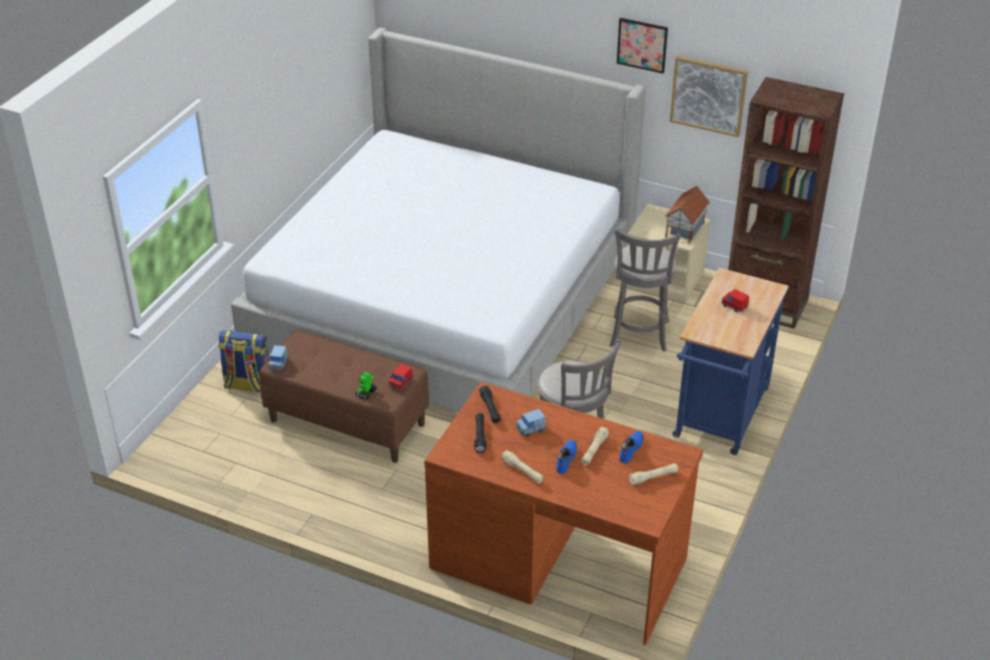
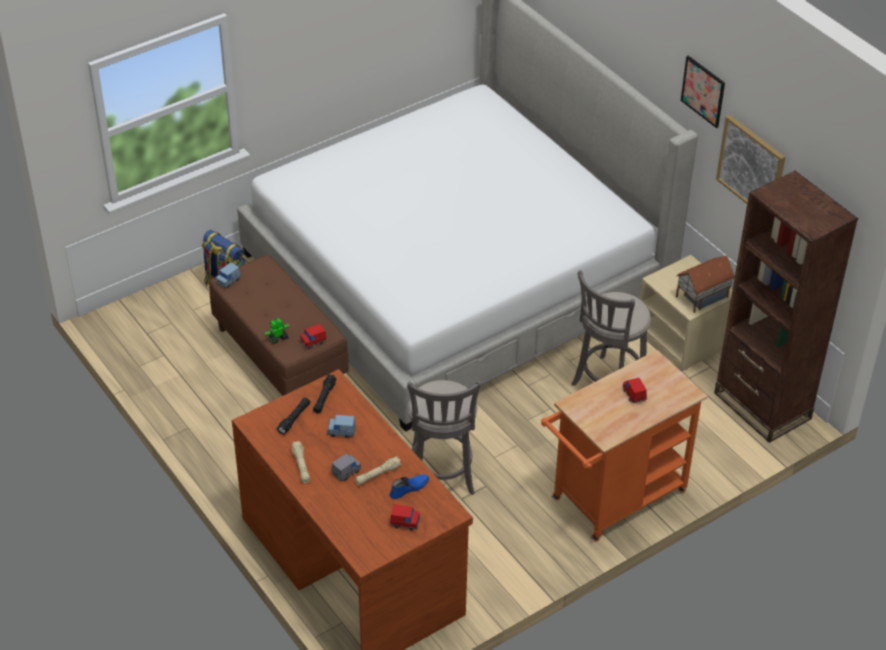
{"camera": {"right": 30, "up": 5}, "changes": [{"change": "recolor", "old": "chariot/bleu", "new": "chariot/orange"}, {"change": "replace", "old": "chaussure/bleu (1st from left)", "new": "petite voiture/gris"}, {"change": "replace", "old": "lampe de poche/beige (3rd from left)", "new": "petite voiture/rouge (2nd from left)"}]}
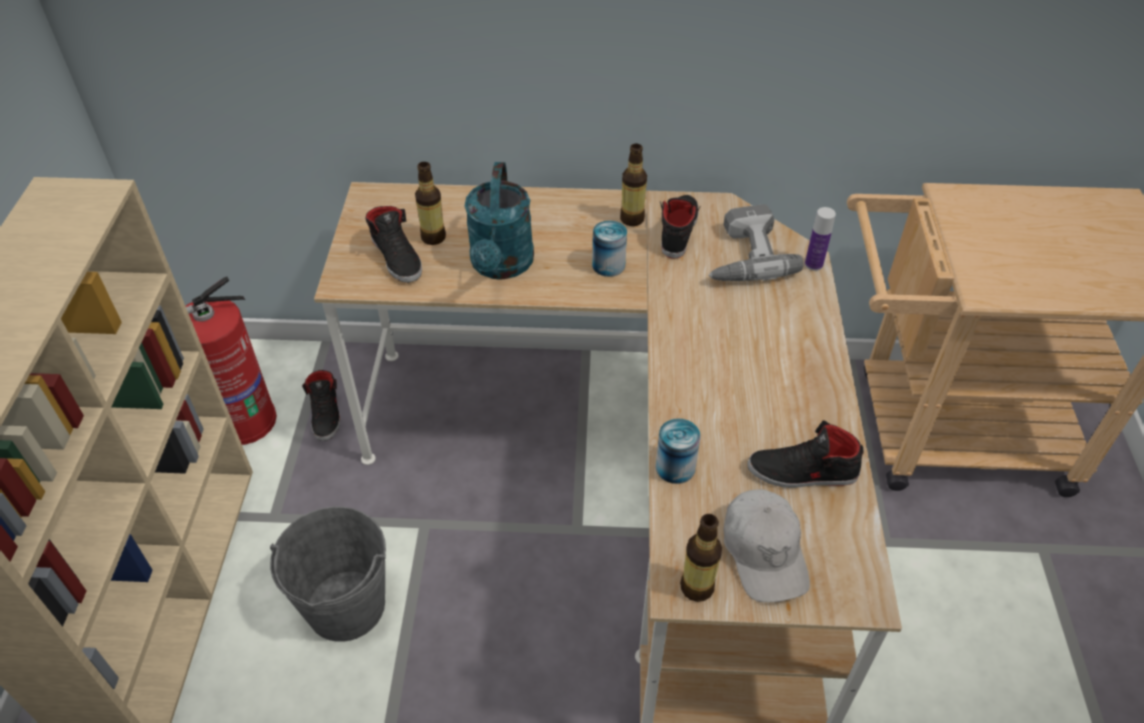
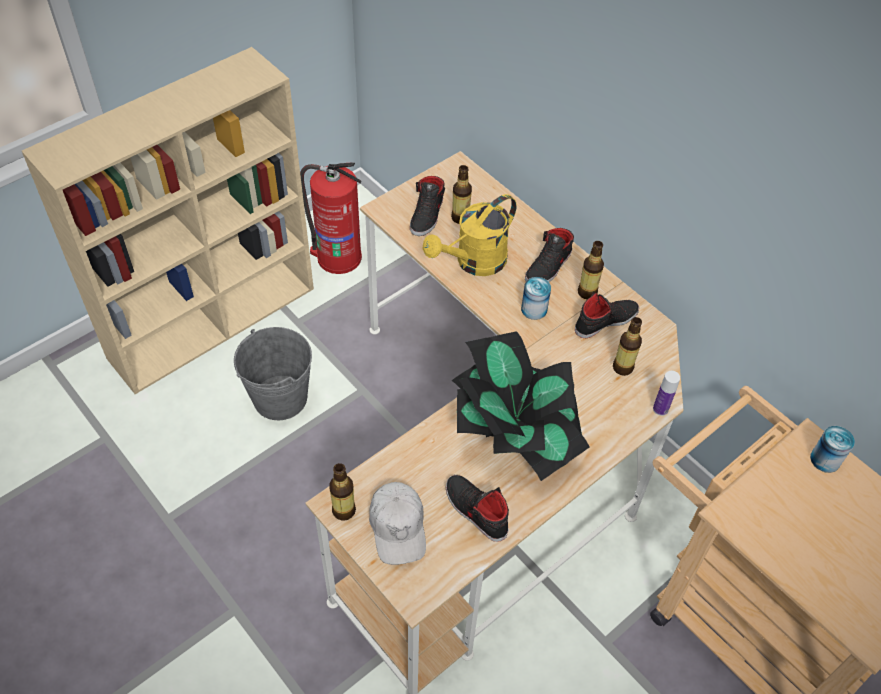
{"camera": {"right": 45, "up": 5}, "changes": [{"change": "recolor", "old": "arrosoir/turquoise", "new": "arrosoir/jaune"}, {"change": "replace", "old": "perceuse", "new": "bouteille (4th from left)"}, {"change": "move", "old": "chaussure/noir (1st from left in the first image)", "new": "chaussure/noir (3rd from left)"}, {"change": "move", "old": "boîte métallique (2nd from left)"}, {"change": "rotate", "old": "casquette/blanc", "degrees": -45}, {"change": "insert", "new": "plante en pot"}]}
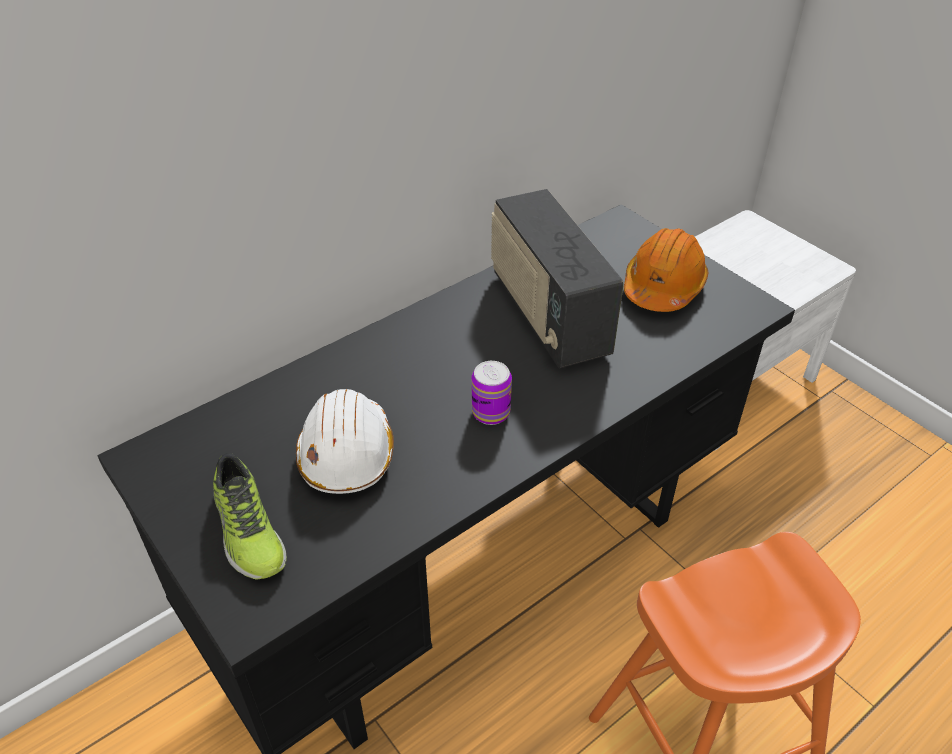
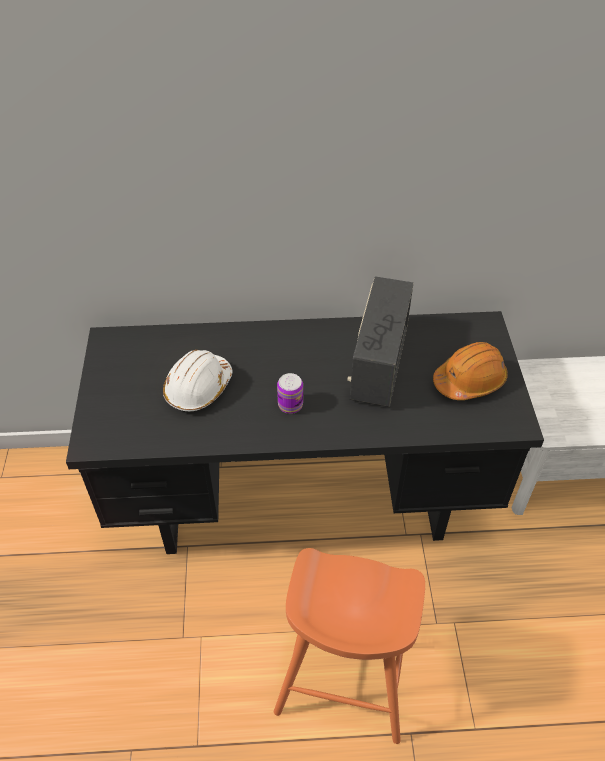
{"camera": {"right": 35, "up": 5}, "changes": [{"change": "delete", "old": "chaussure"}]}
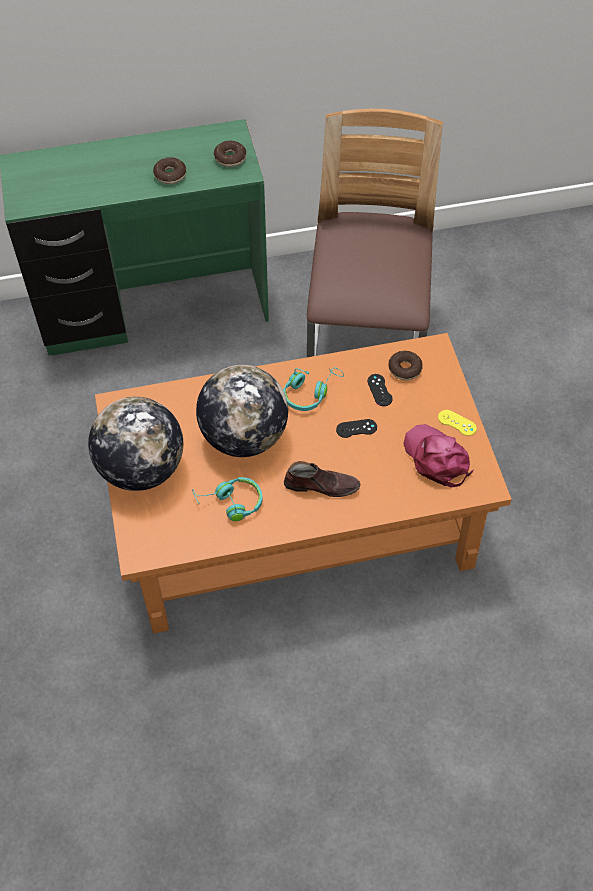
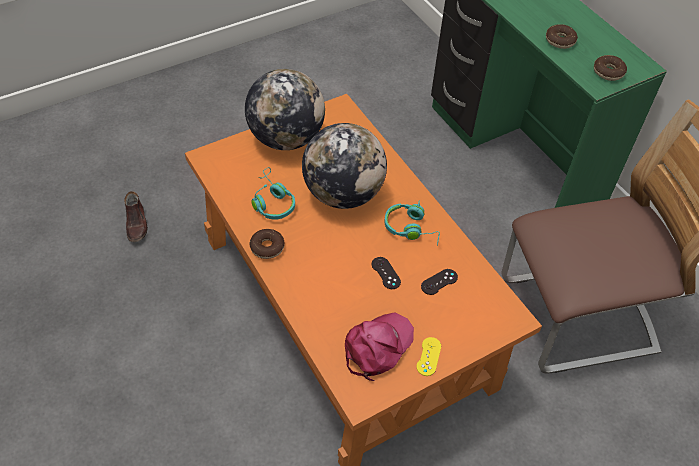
{"camera": {"right": 70, "up": -5}, "changes": [{"change": "move", "old": "beignet (3rd from left in the first image)", "new": "beignet (1st from left)"}, {"change": "move", "old": "chaussure/marron"}]}
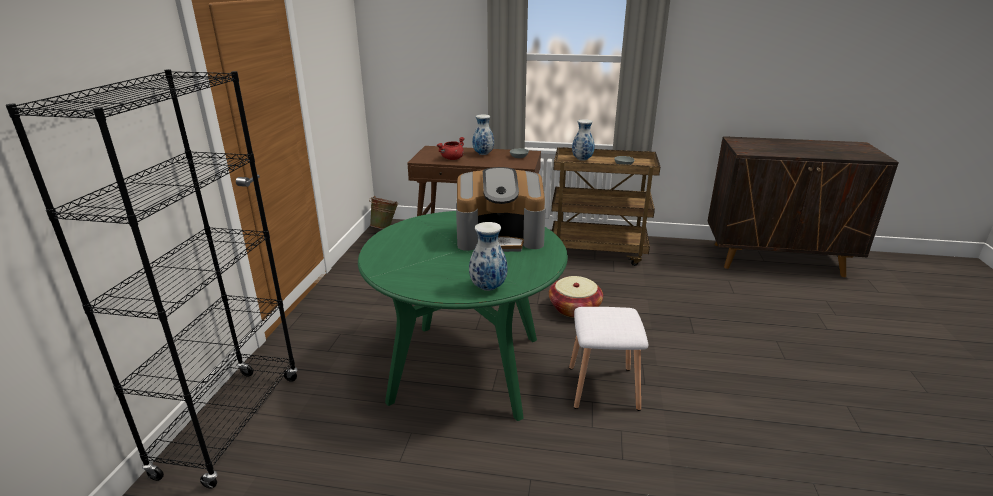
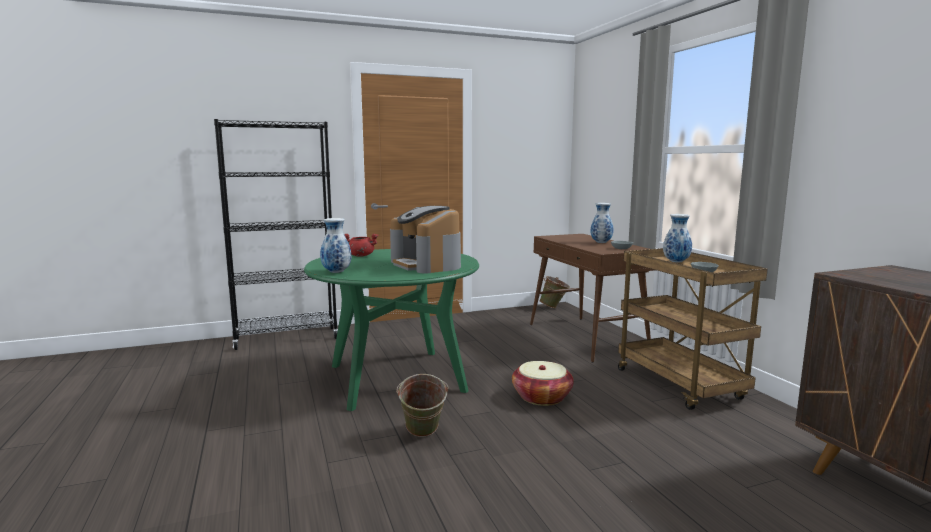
{"camera": {"right": 60, "up": -15}, "changes": [{"change": "move", "old": "marmite/rouge"}, {"change": "replace", "old": "tabouret/blanc", "new": "seau/vert (1st from left)"}]}
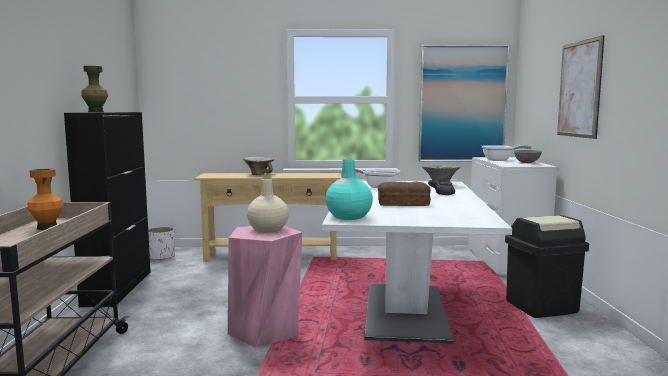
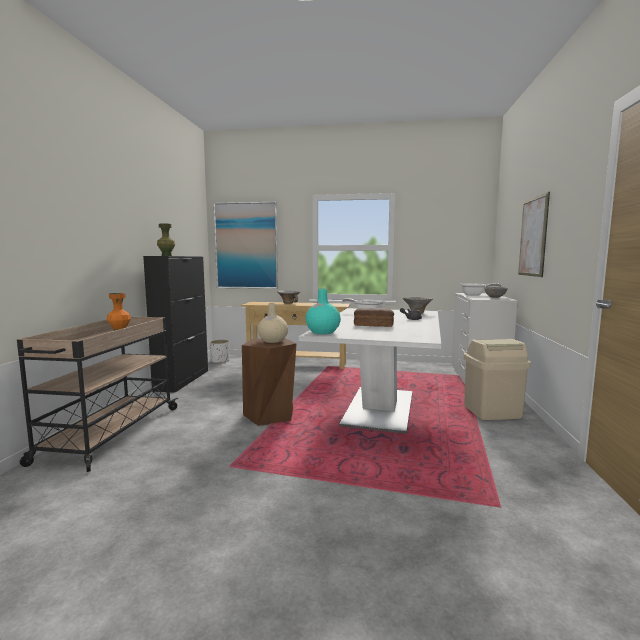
{"camera": {"right": 10, "up": 0}, "changes": [{"change": "move", "old": "tableau (1st from left)"}, {"change": "recolor", "old": "poubelle/noir", "new": "poubelle/beige"}, {"change": "recolor", "old": "tabouret/rose", "new": "tabouret/marron"}]}
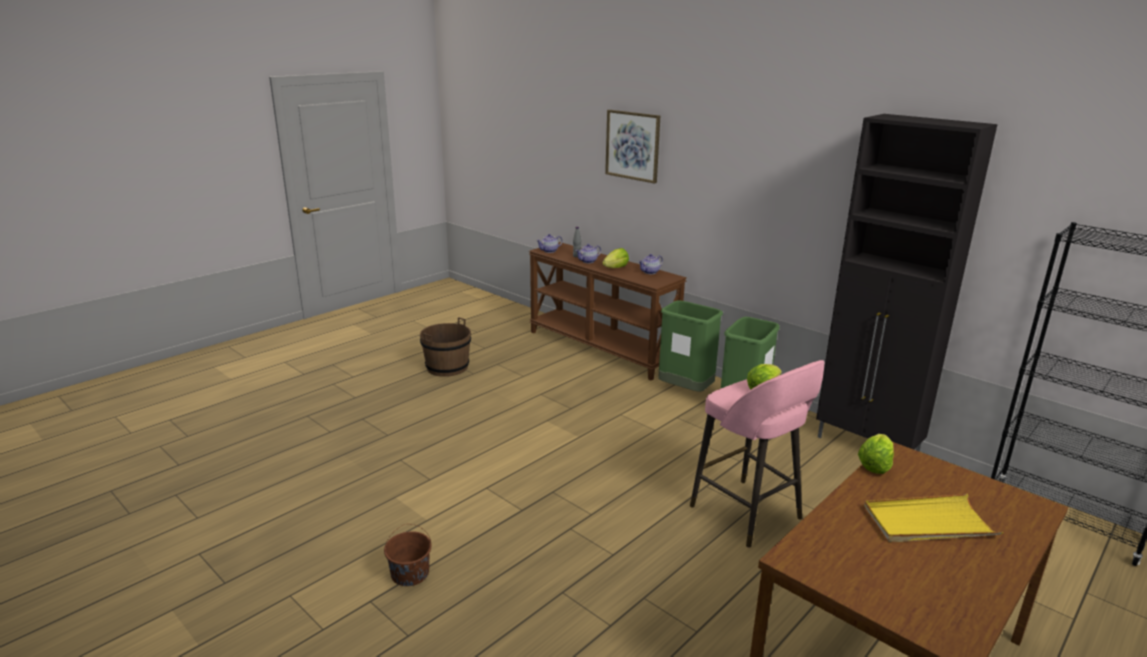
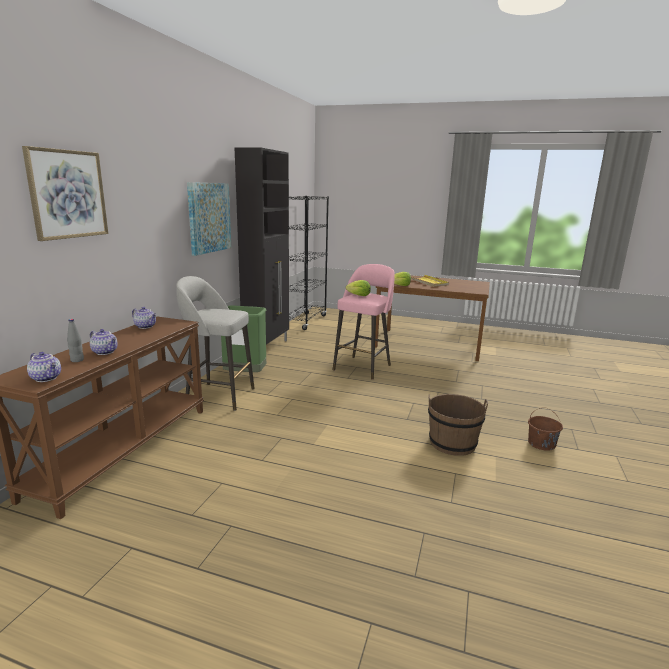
{"camera": {"right": -115, "up": -5}, "changes": [{"change": "delete", "old": "laitue (1st from left)"}, {"change": "replace", "old": "poubelle/vert (1st from left)", "new": "tabouret/gris"}, {"change": "move", "old": "seau/marron (2nd from left in the first image)", "new": "seau/marron (1st from left)"}, {"change": "insert", "new": "tableau (2nd from left)"}]}
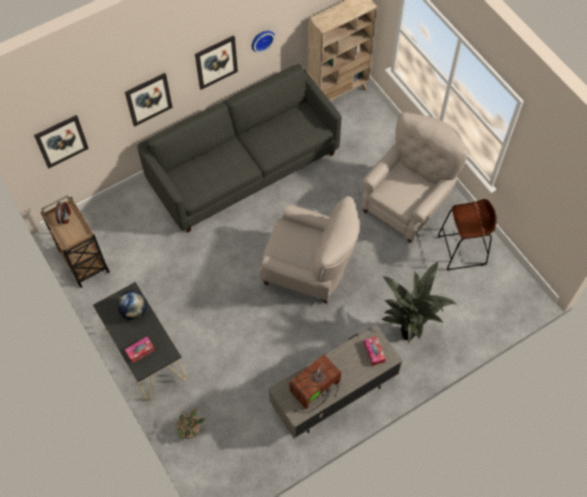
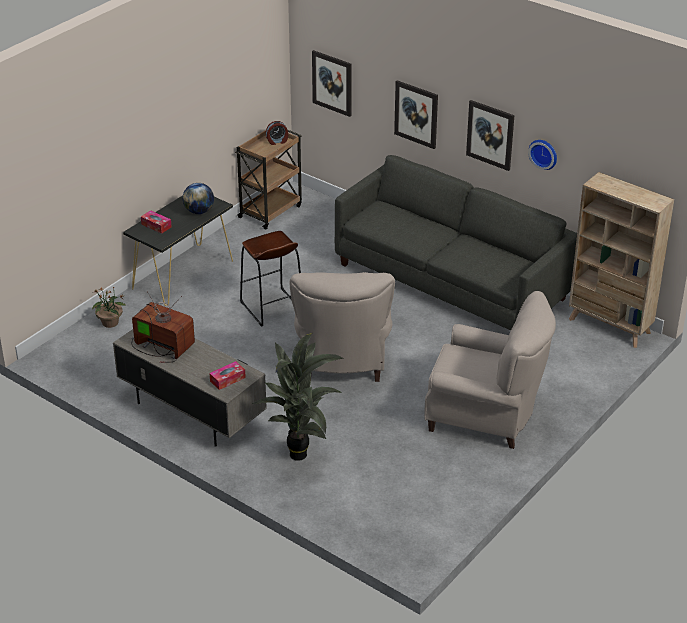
{"camera": {"right": 70, "up": -25}, "changes": [{"change": "move", "old": "tabouret/marron"}]}
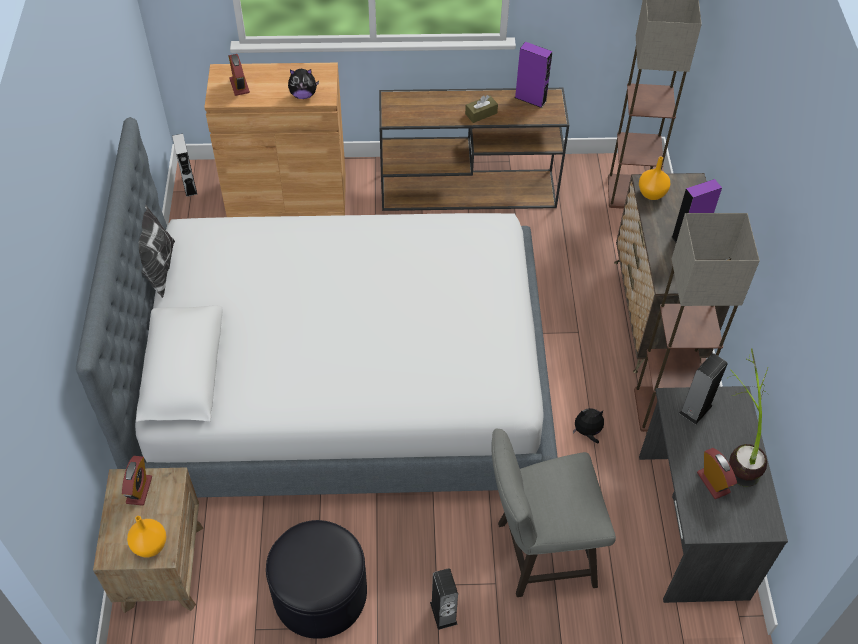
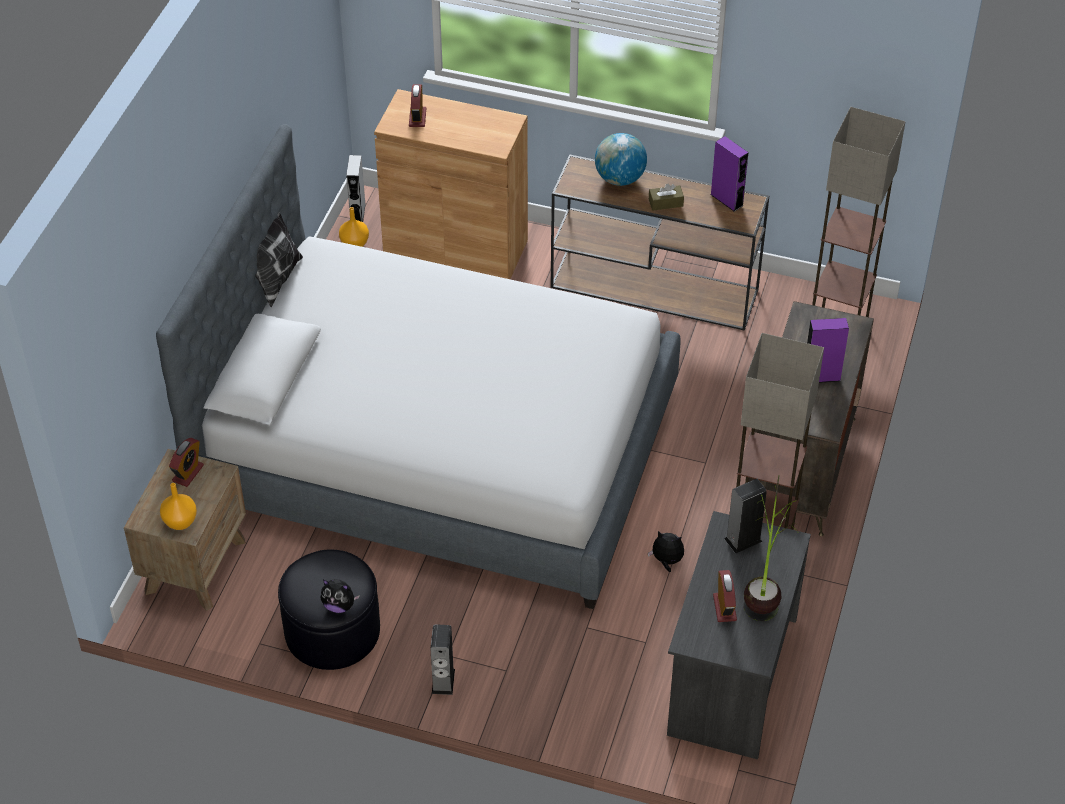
{"camera": {"right": 20, "up": -5}, "changes": [{"change": "move", "old": "peluche (1st from left)"}, {"change": "move", "old": "vase/orange (2nd from left)"}, {"change": "delete", "old": "tabouret/gris"}, {"change": "insert", "new": "globe"}]}
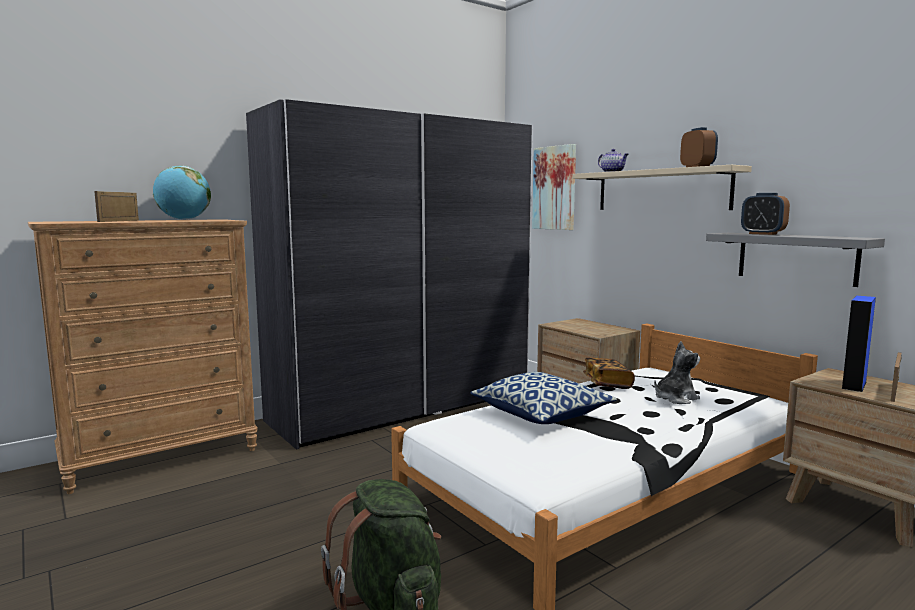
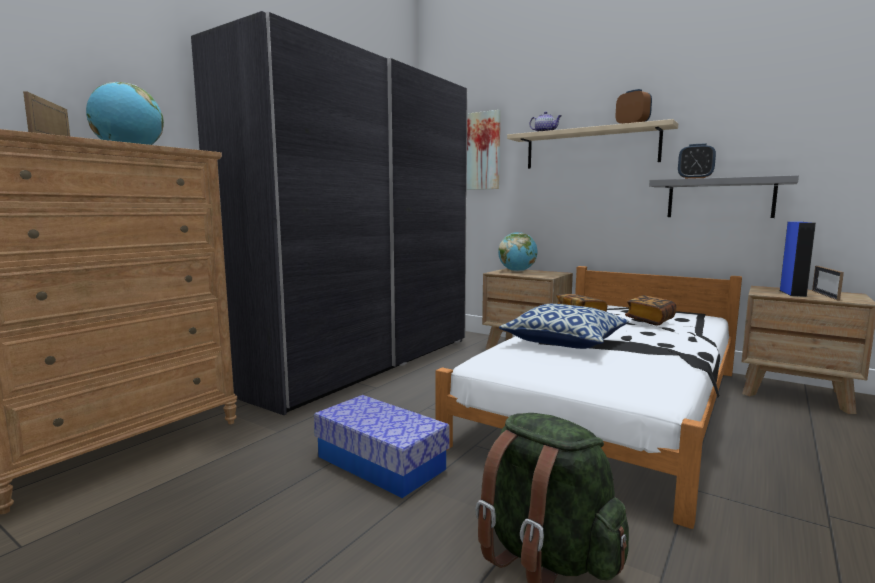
{"camera": {"right": -20, "up": 0}, "changes": [{"change": "replace", "old": "peluche", "new": "livre (2nd from left)"}, {"change": "insert", "new": "globe (2nd from left)"}, {"change": "insert", "new": "boîte de rangement"}]}
